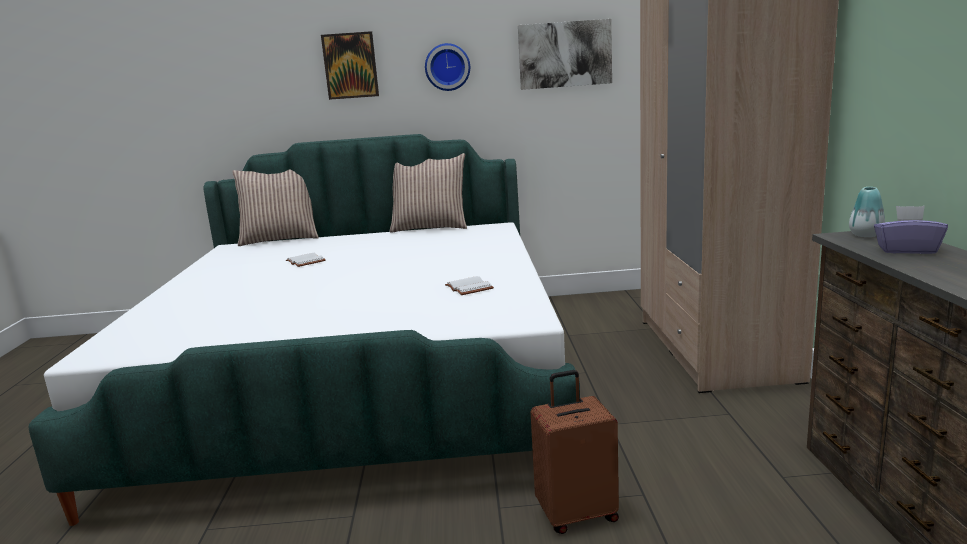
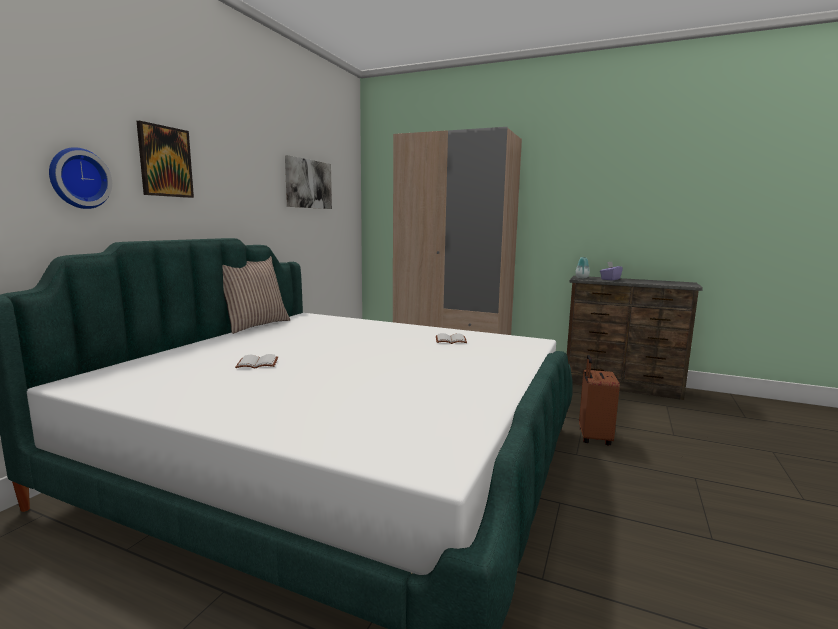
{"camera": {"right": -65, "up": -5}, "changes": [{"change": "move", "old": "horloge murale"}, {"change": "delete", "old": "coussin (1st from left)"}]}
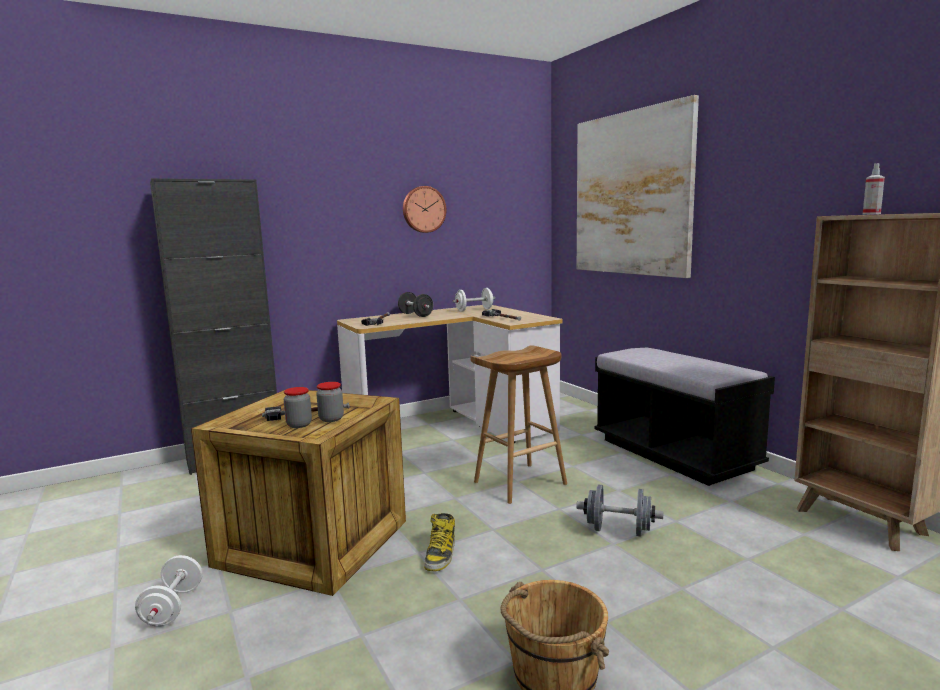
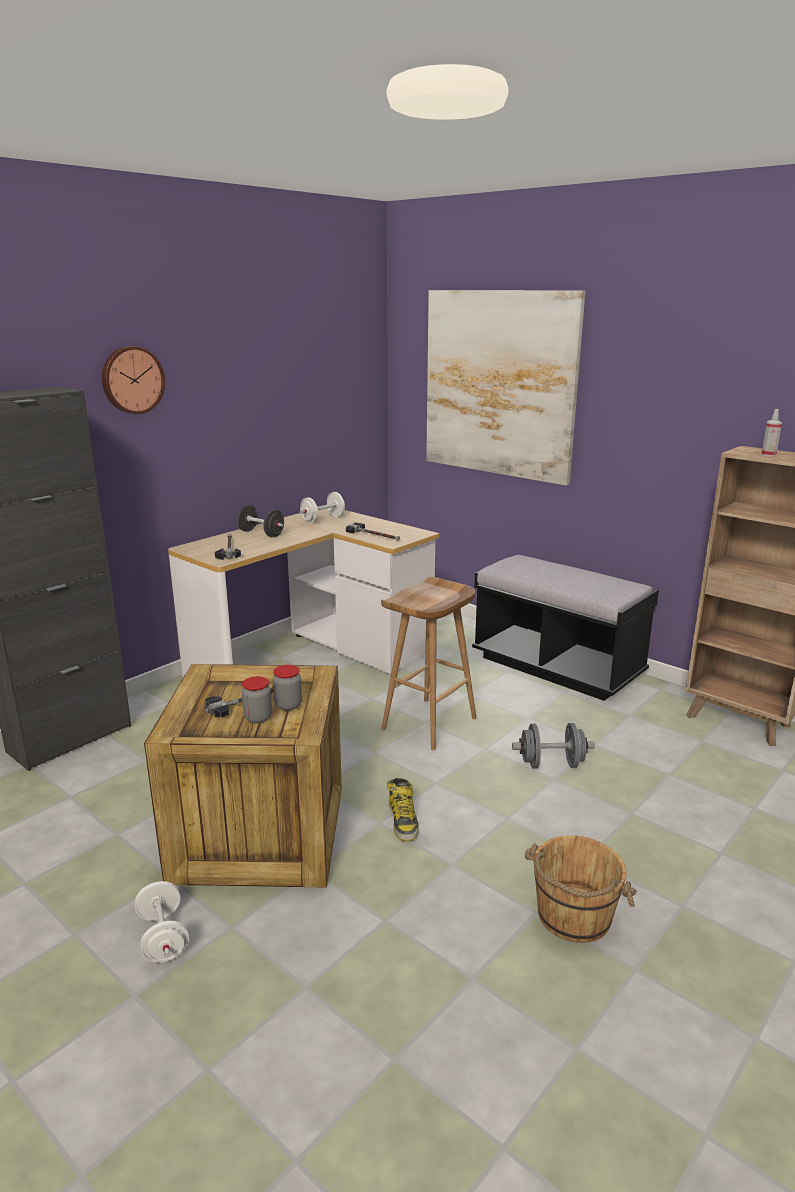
{"camera": {"right": -20, "up": 10}, "changes": [{"change": "move", "old": "horloge murale"}]}
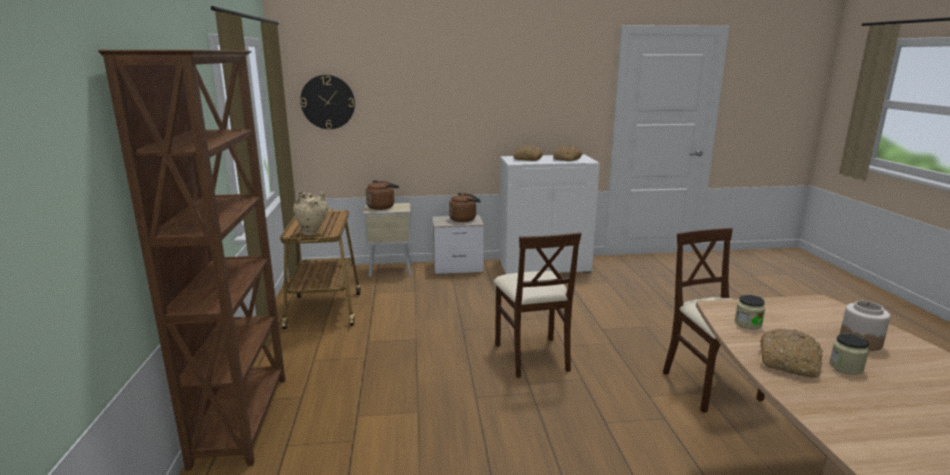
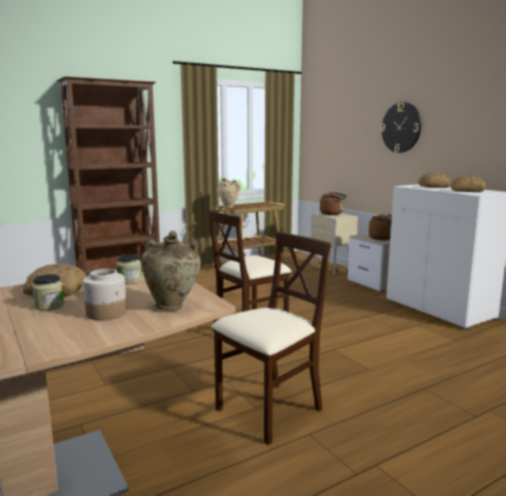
{"camera": {"right": 65, "up": -5}, "changes": [{"change": "move", "old": "horloge murale"}, {"change": "insert", "new": "vase/beige (1st from left)"}]}
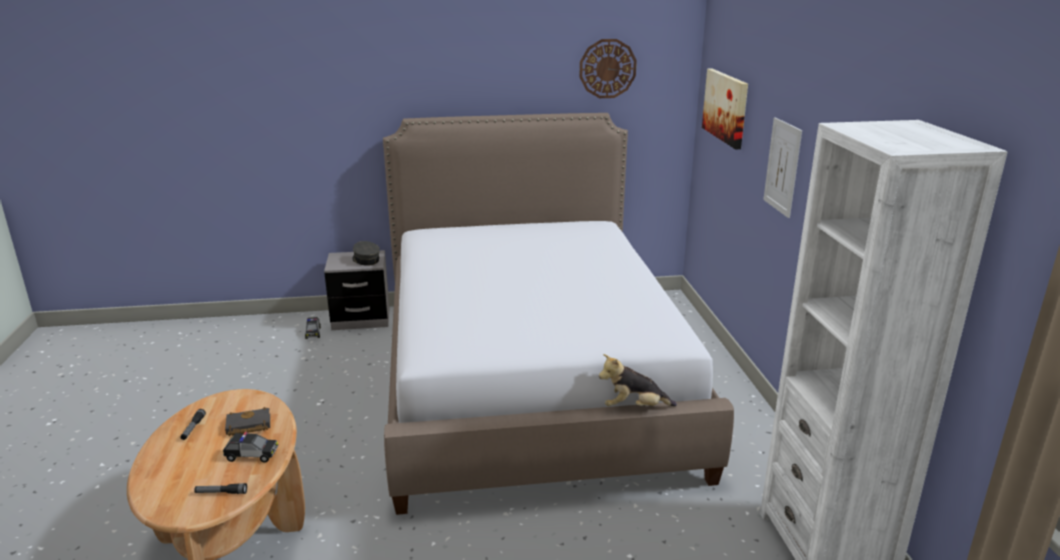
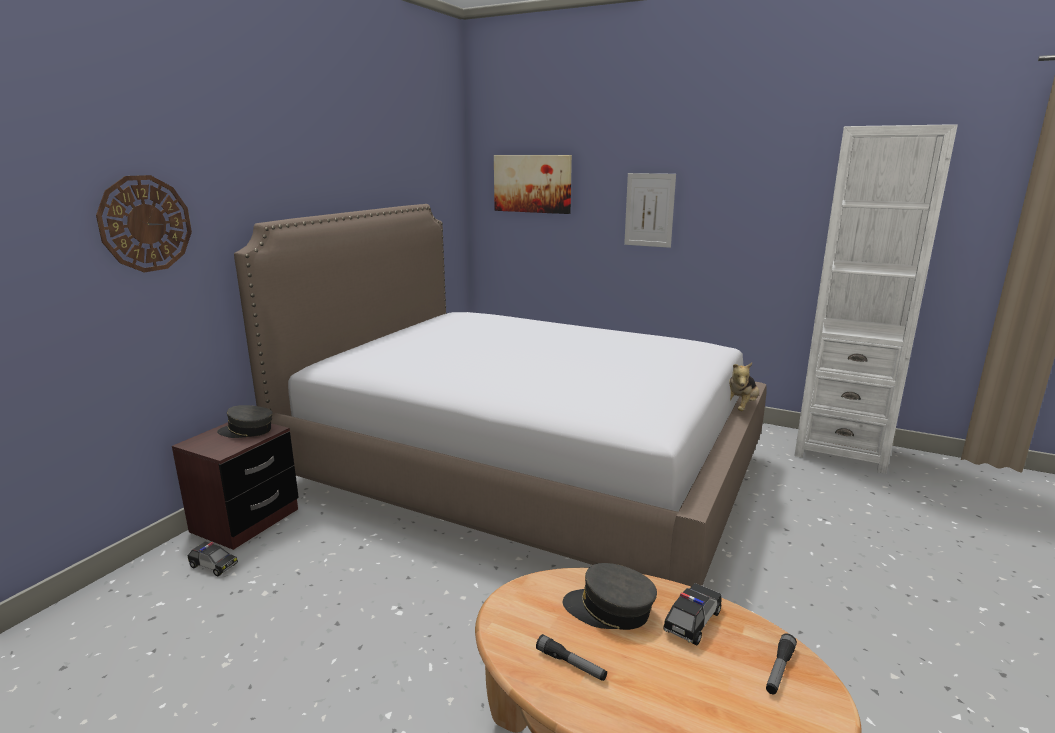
{"camera": {"right": -55, "up": -5}, "changes": [{"change": "move", "old": "horloge murale"}, {"change": "recolor", "old": "table de chevet/gris", "new": "table de chevet/marron"}, {"change": "replace", "old": "livre/noir", "new": "casquette/gris (2nd from left)"}]}
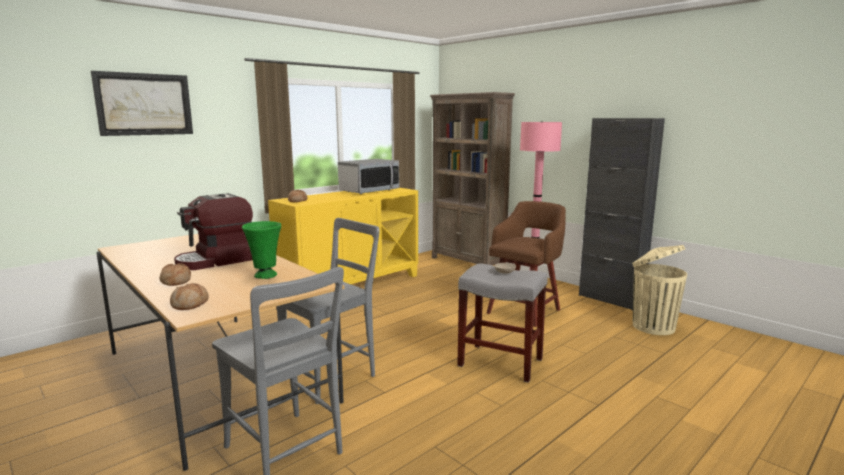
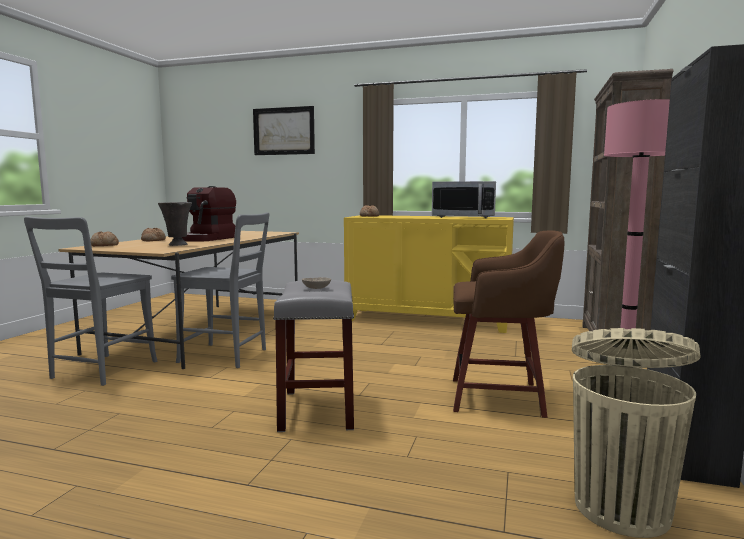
{"camera": {"right": 60, "up": -5}, "changes": [{"change": "rotate", "old": "machine à café", "degrees": -90}, {"change": "recolor", "old": "vase/vert", "new": "vase/gris"}]}
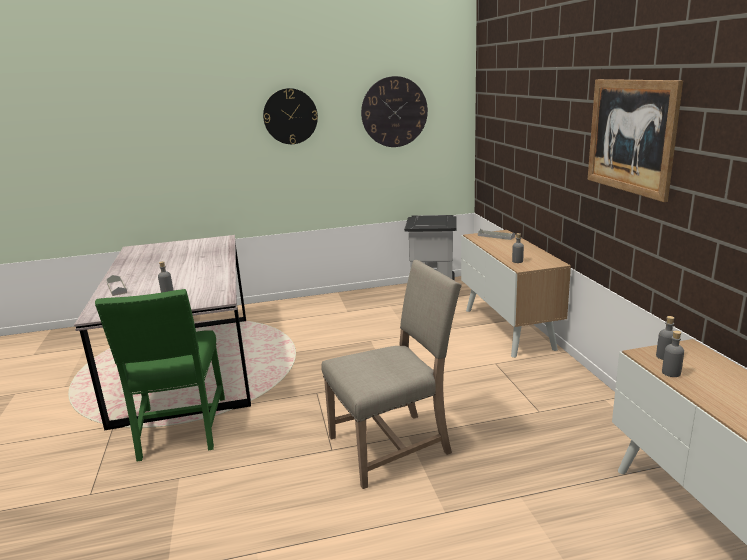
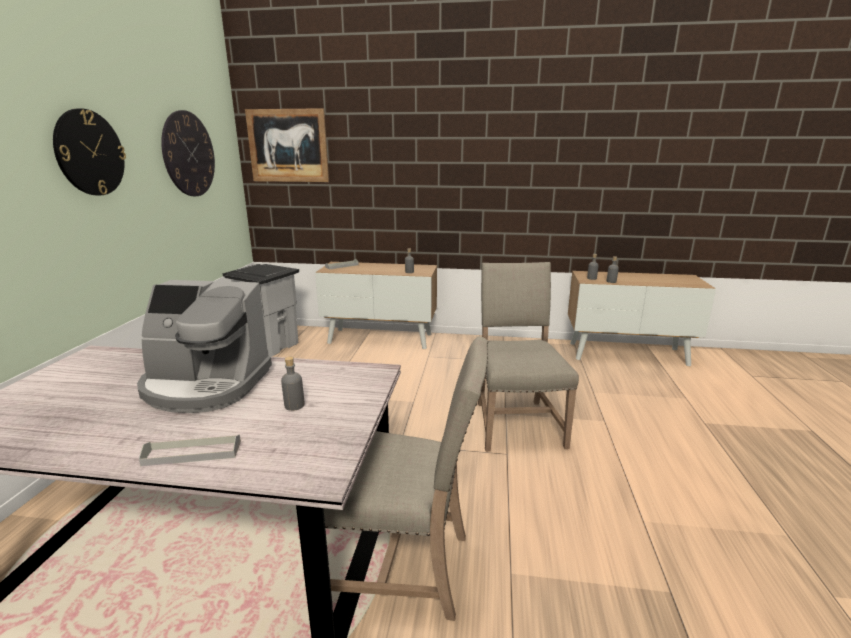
{"camera": {"right": -70, "up": 0}, "changes": [{"change": "move", "old": "tableau"}, {"change": "recolor", "old": "chaise/vert", "new": "chaise/beige (1st from left)"}, {"change": "insert", "new": "machine à café"}]}
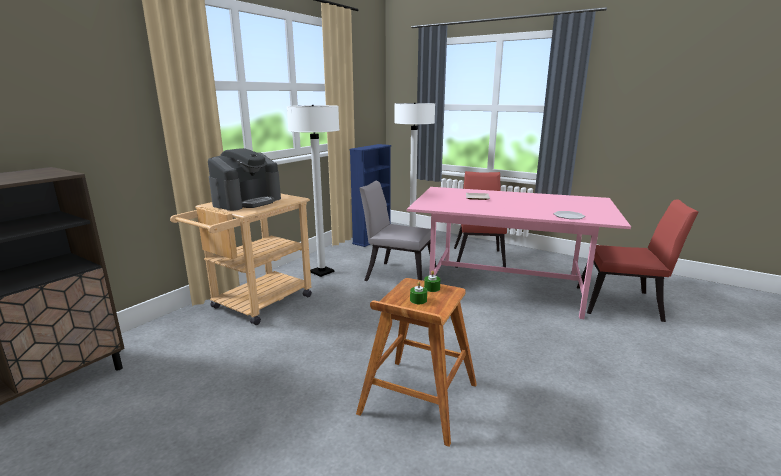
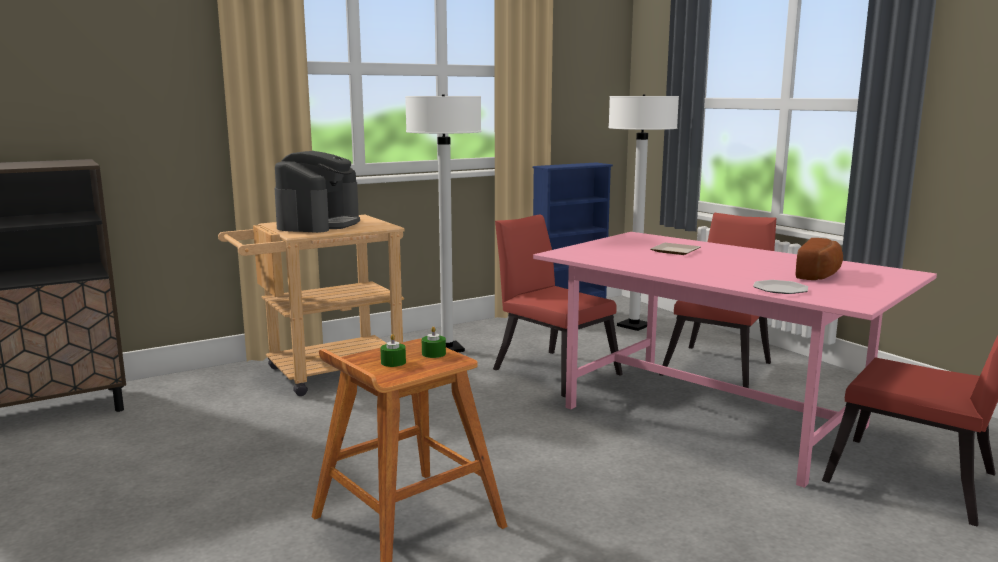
{"camera": {"right": 25, "up": -5}, "changes": [{"change": "rotate", "old": "machine à café", "degrees": -45}, {"change": "recolor", "old": "chaise/gris", "new": "chaise/rouge (1st from left)"}, {"change": "insert", "new": "pain"}]}
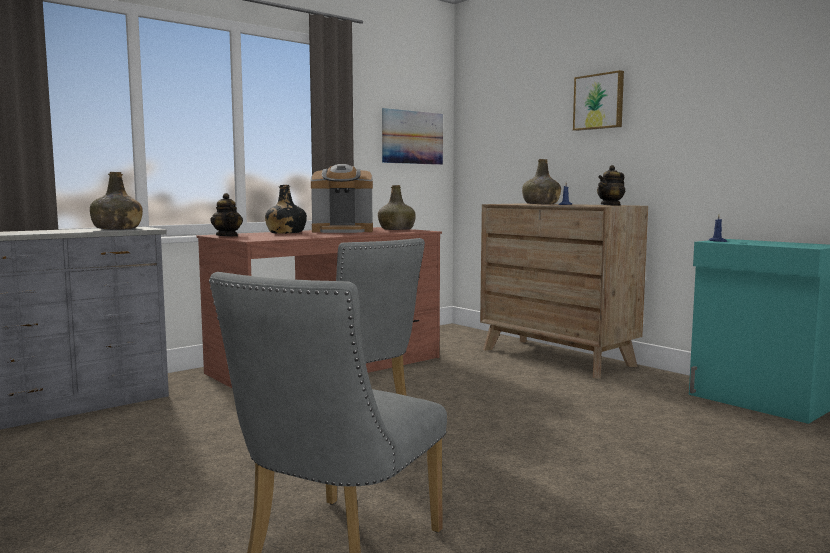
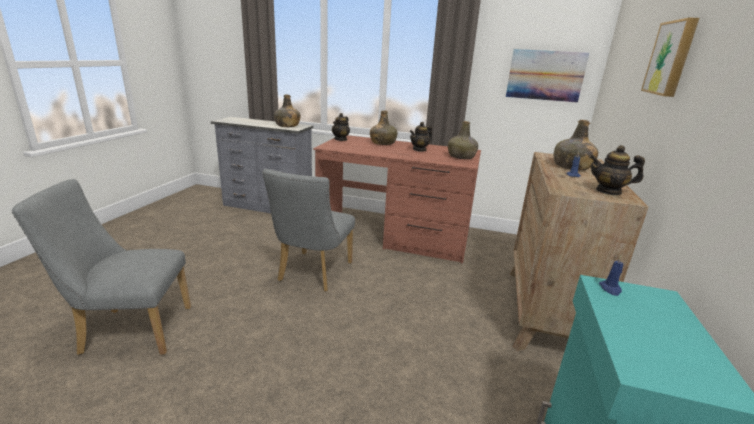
{"camera": {"right": 55, "up": 15}, "changes": [{"change": "replace", "old": "machine à café", "new": "théière (2nd from left)"}, {"change": "recolor", "old": "bouteille/noir", "new": "bouteille/vert (2nd from left)"}]}
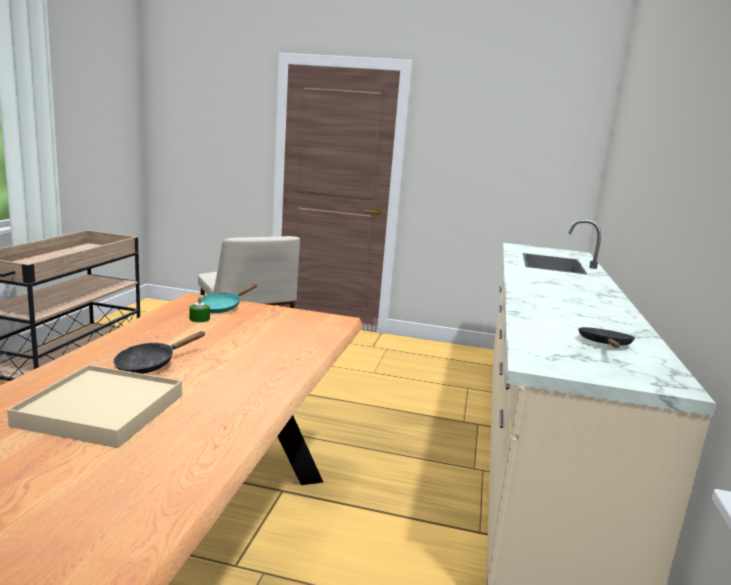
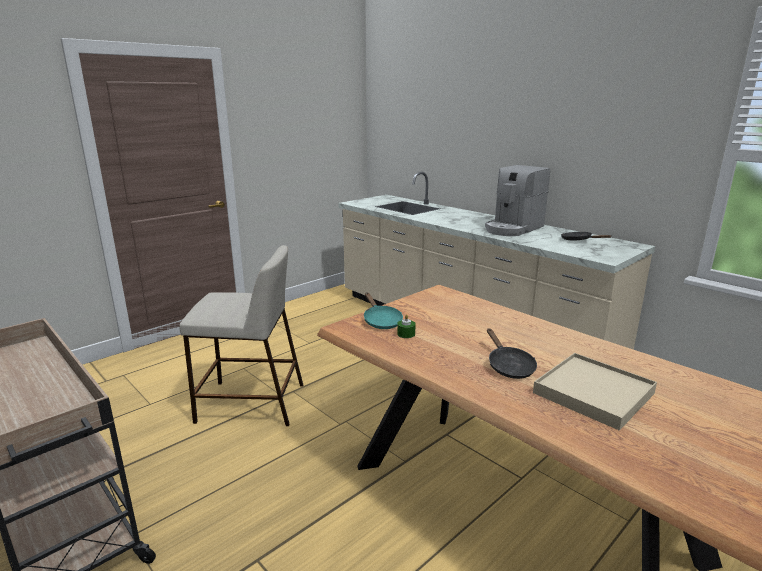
{"camera": {"right": -55, "up": 5}, "changes": [{"change": "insert", "new": "machine à café"}]}
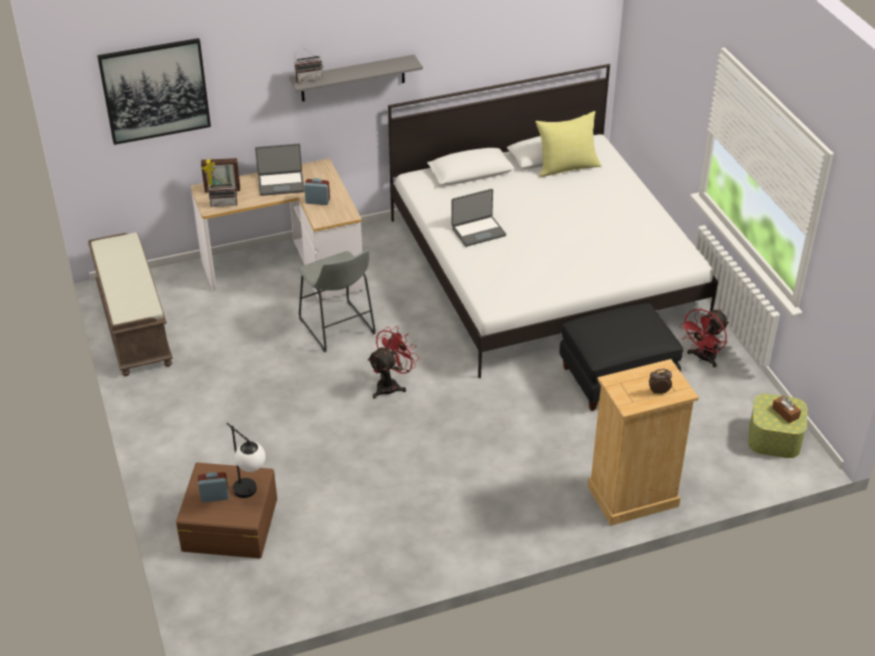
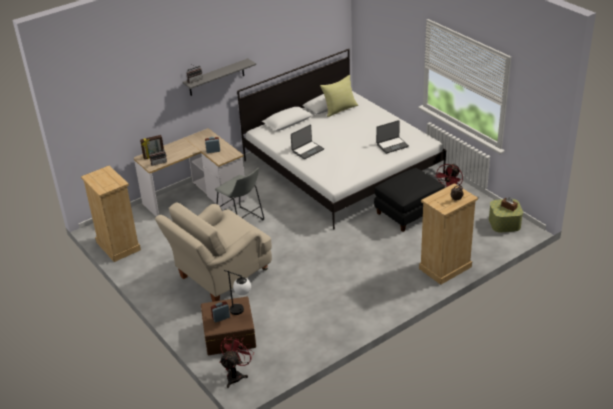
{"camera": {"right": -15, "up": -5}, "changes": [{"change": "delete", "old": "tableau"}, {"change": "move", "old": "ordinateur portable (1st from left in the first image)", "new": "ordinateur portable (2nd from left)"}, {"change": "replace", "old": "banc/marron", "new": "commode/beige (1st from left)"}, {"change": "move", "old": "ventilateur/rouge (1st from left)"}, {"change": "insert", "new": "fauteuil/beige"}]}
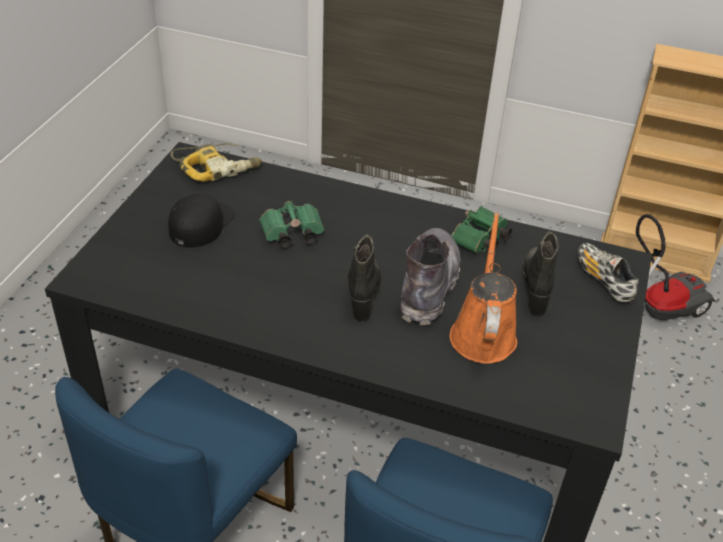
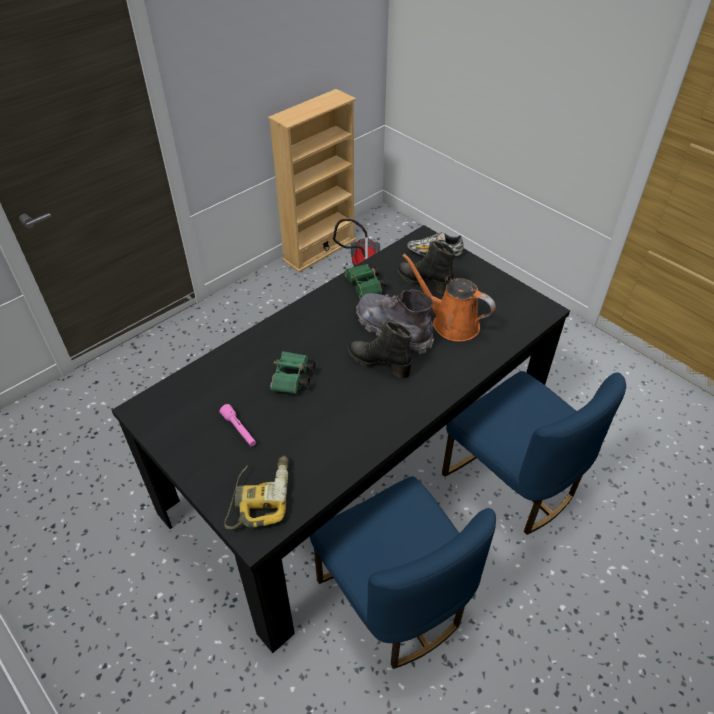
{"camera": {"right": -60, "up": 5}, "changes": [{"change": "move", "old": "perceuse"}, {"change": "replace", "old": "casquette/noir", "new": "lampe de poche/rose"}]}
